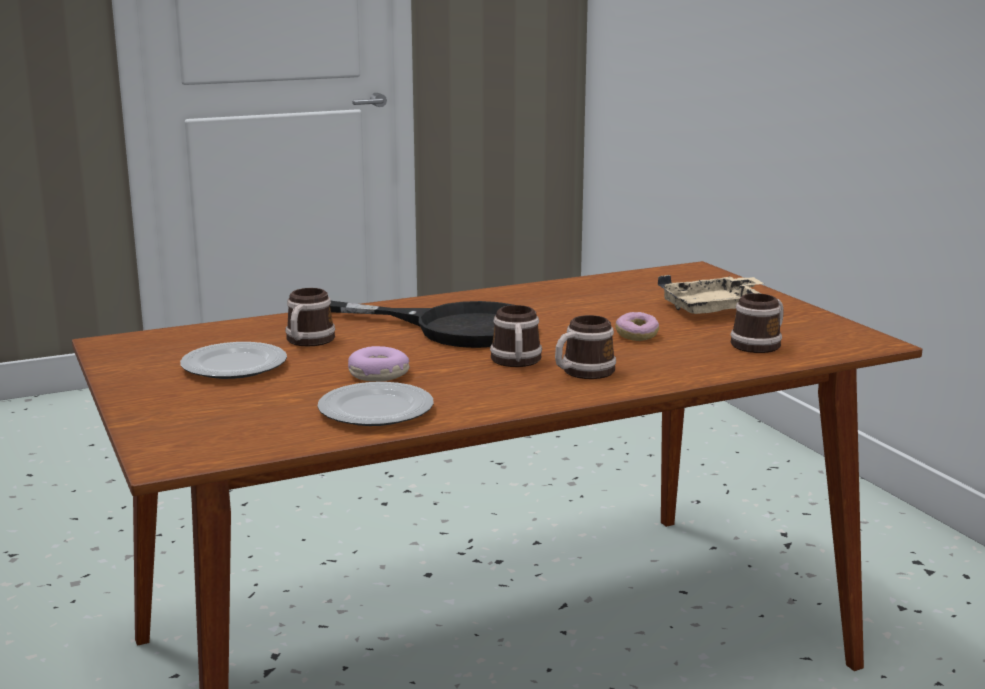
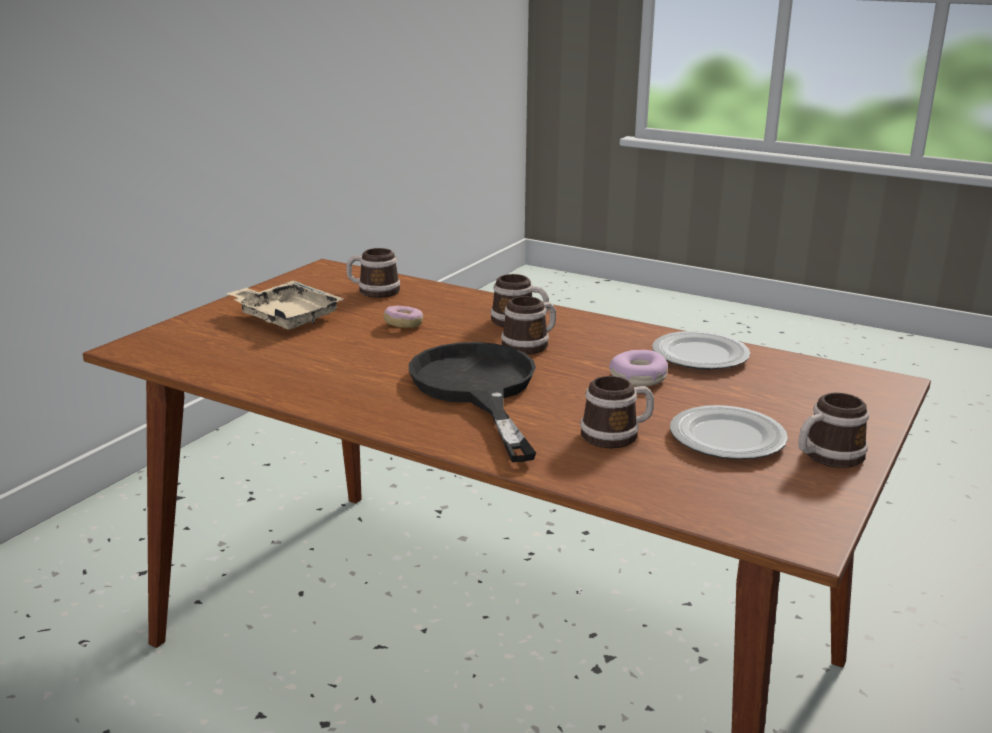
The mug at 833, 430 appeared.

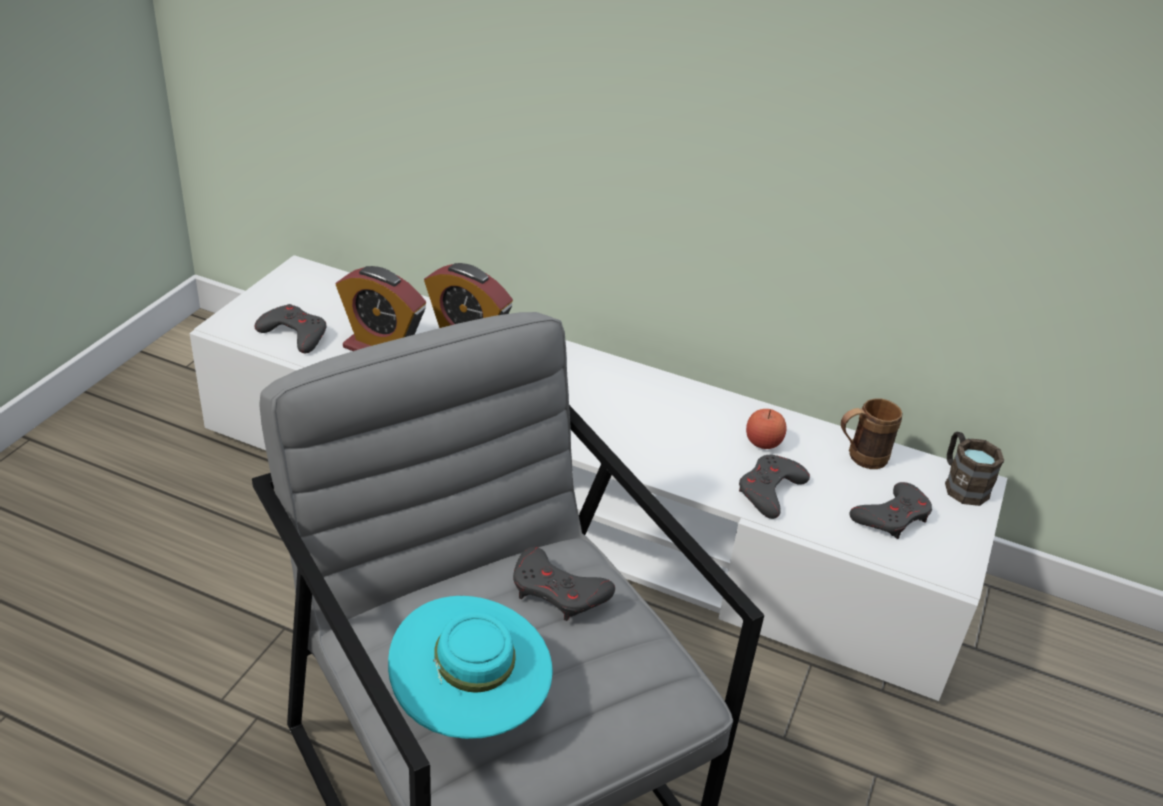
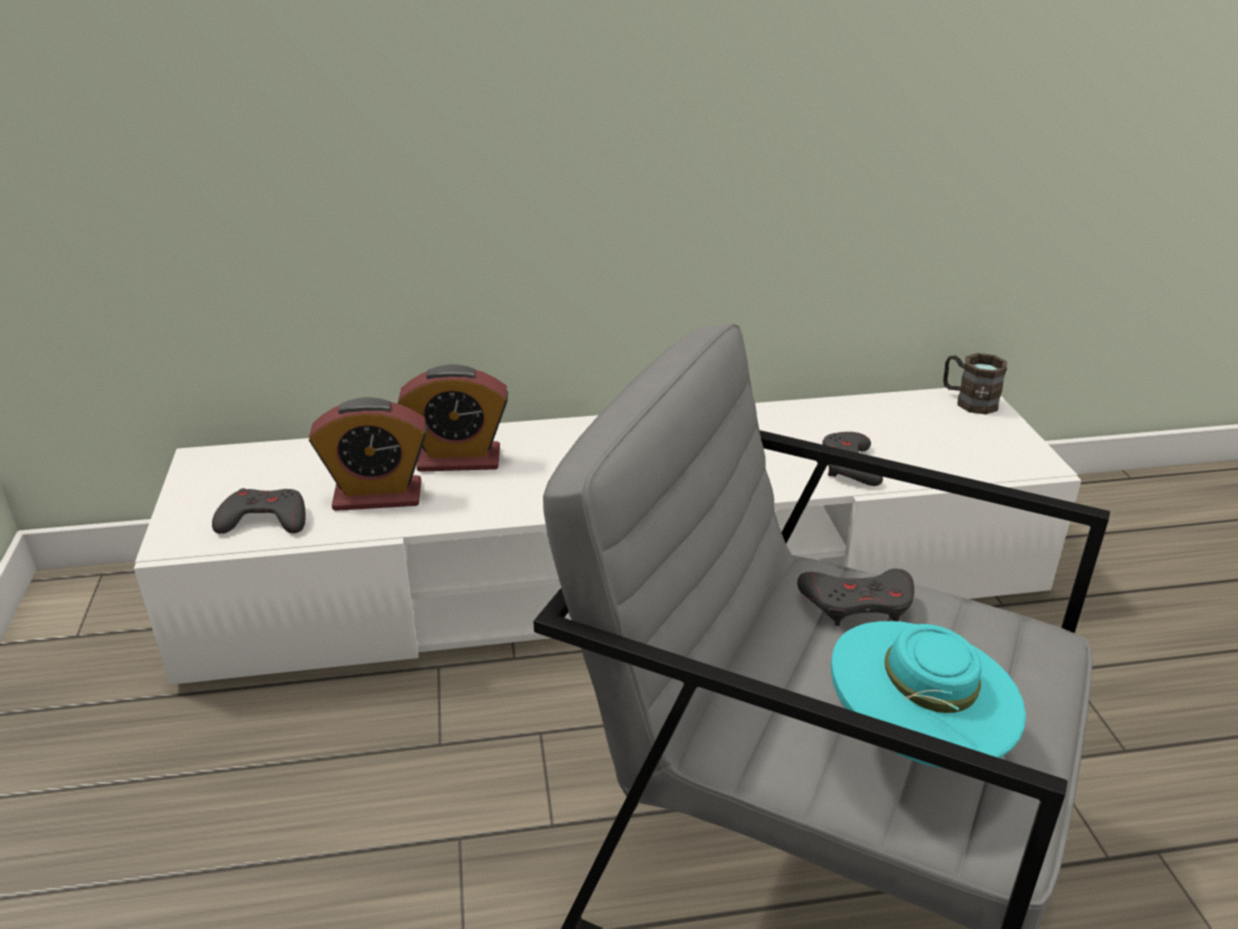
The brown mug at 872, 433 disappeared. The apple at 766, 429 disappeared. The grey game controller at 890, 510 disappeared.

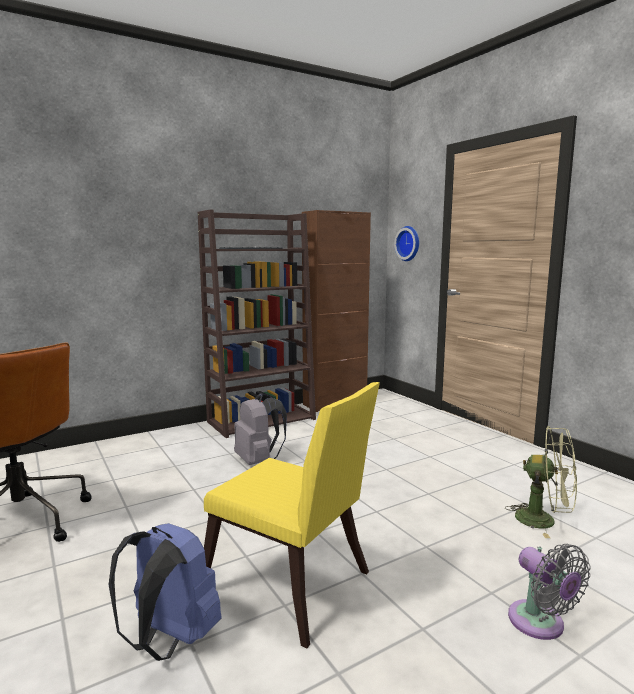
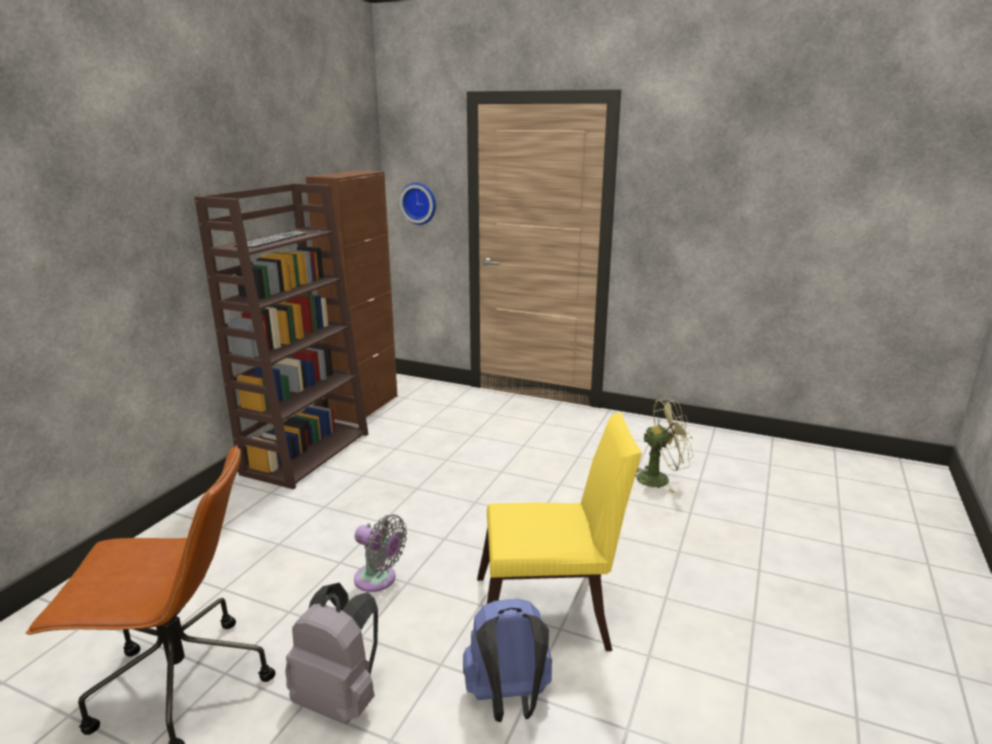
The grey backpack moved from 260, 429 to 331, 653. The grey fan moved from 549, 592 to 380, 553.

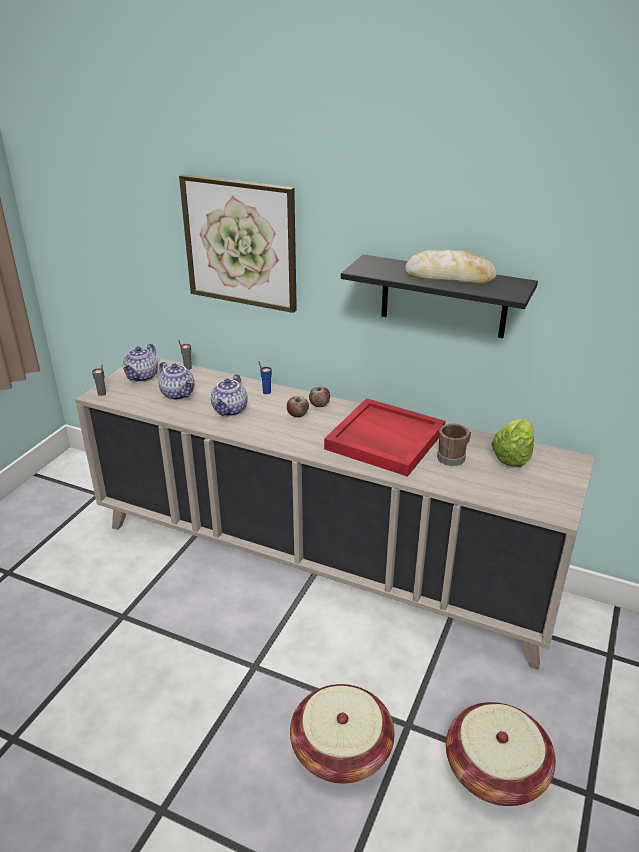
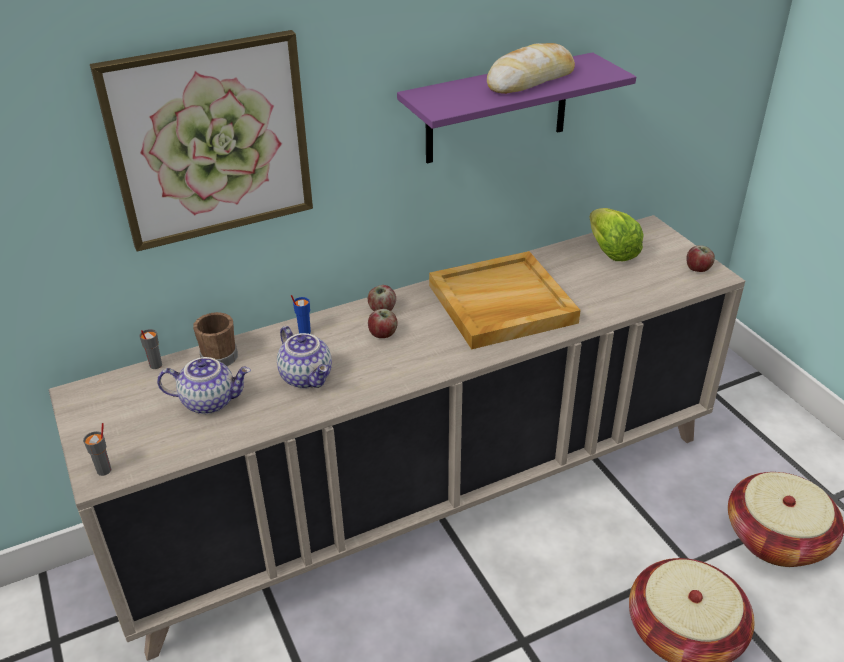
The black shelf at 439, 296 became the purple shelf at 516, 107. The teapot at 140, 363 disappeared. The red tray at 384, 437 became the beige tray at 505, 300. The brown mug moved from 454, 445 to 215, 339. The apple at 700, 258 appeared.

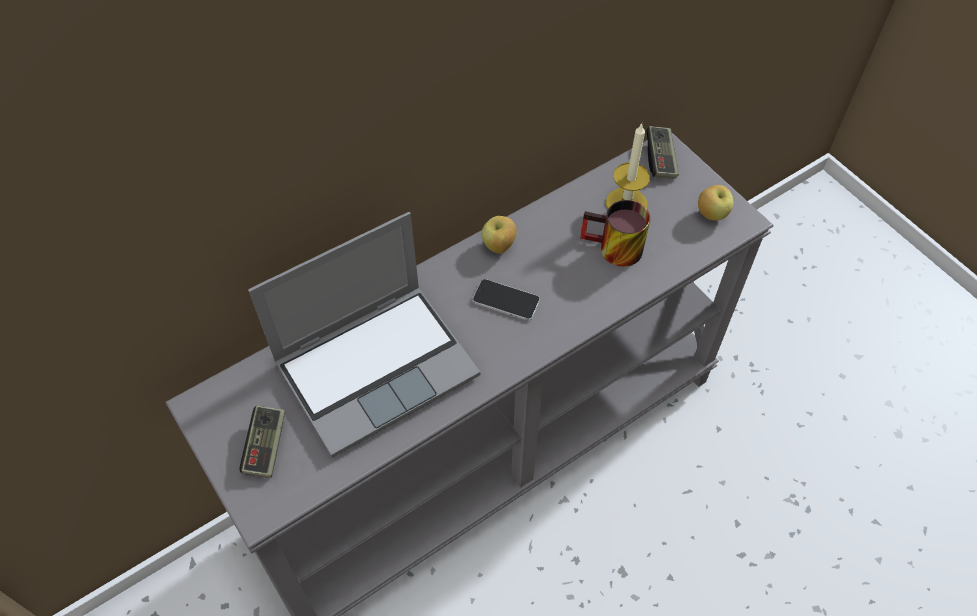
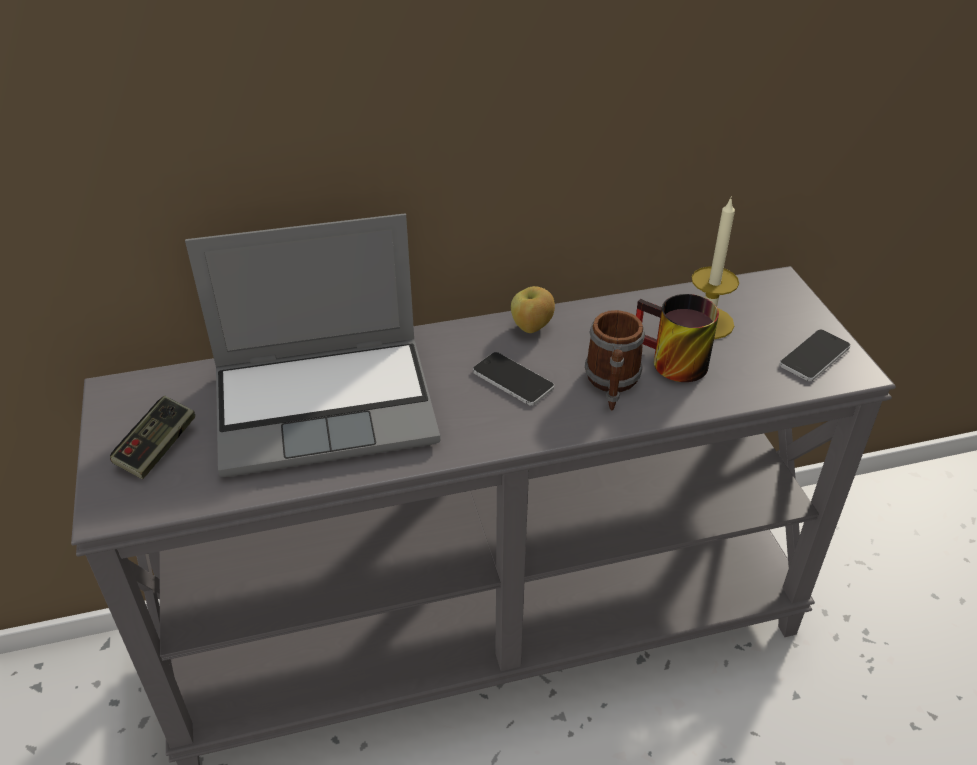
The game controller at 662, 152 disappeared. The apple at 715, 203 was replaced by the phone at 814, 355. The mug at 615, 360 appeared.

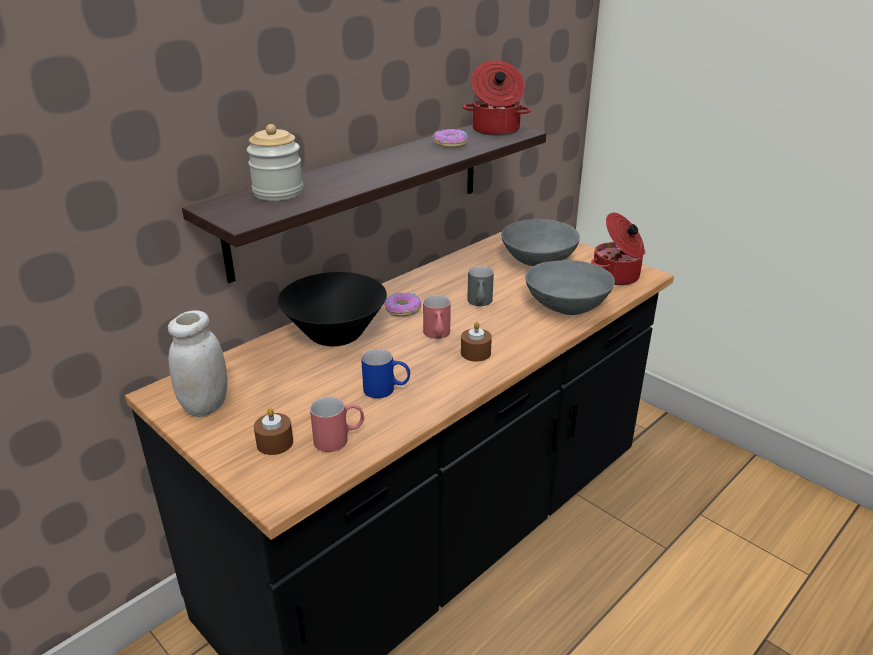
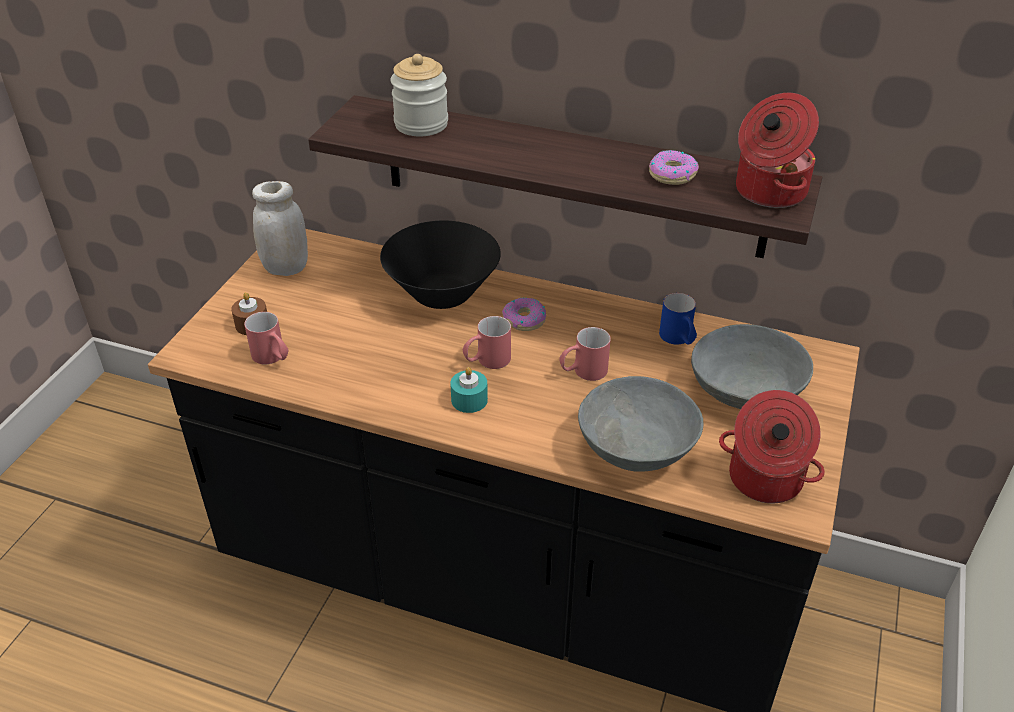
The grey mug at 480, 286 became the red mug at 585, 354. The brown candle at 476, 342 became the turquoise candle at 469, 390. The blue mug moved from 385, 373 to 678, 319.

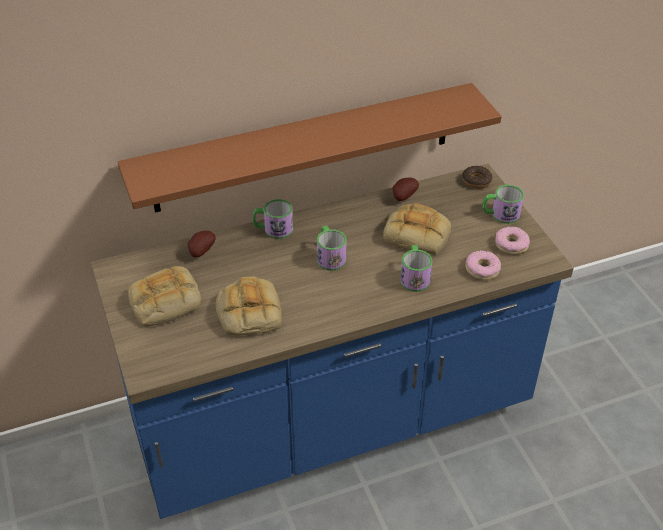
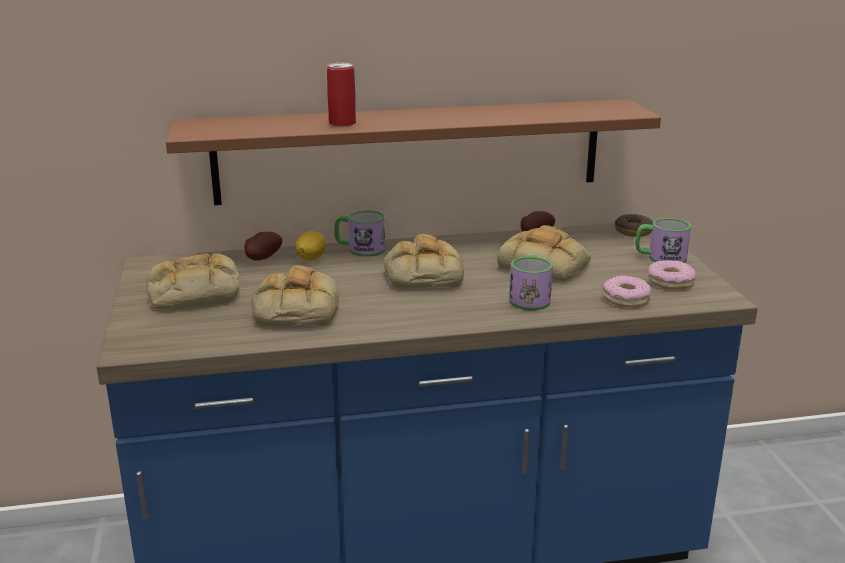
The mug at 332, 248 was replaced by the bread at 424, 261. The can at 341, 95 appeared. The lemon at 310, 245 appeared.

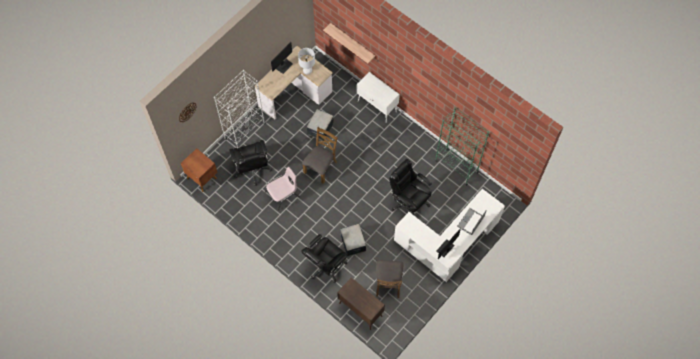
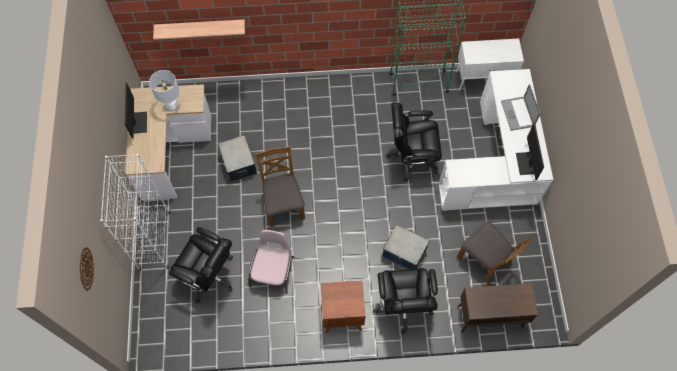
The white cabinet moved from 378, 97 to 490, 64. The brown nightstand moved from 199, 170 to 343, 307.

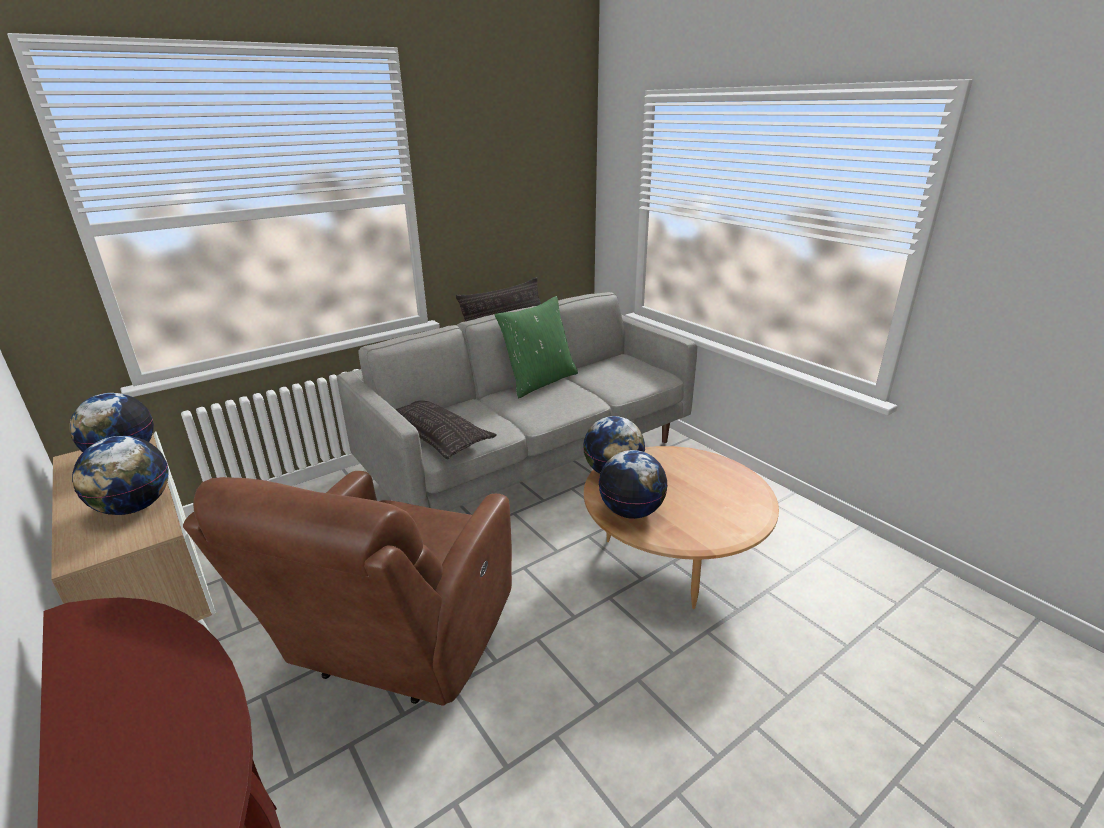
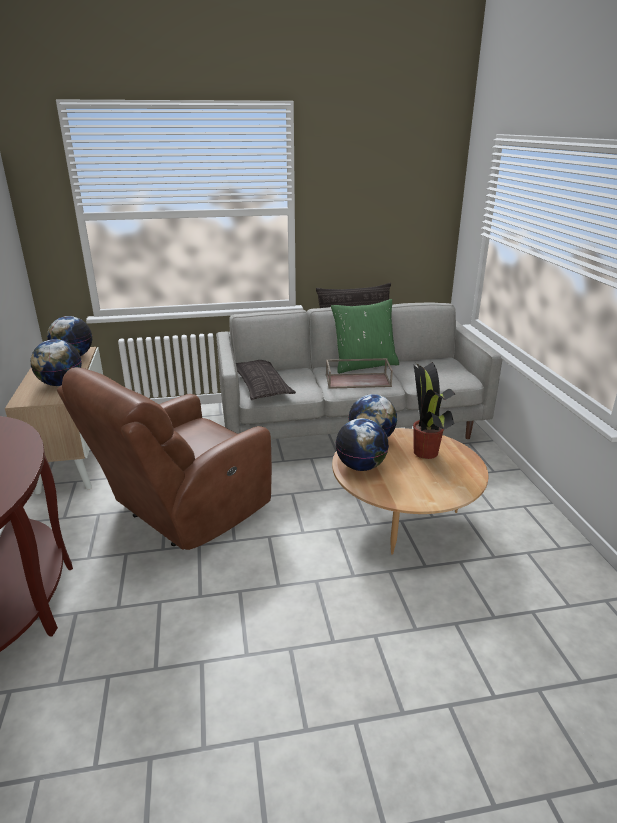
The brown tray at 359, 373 appeared. The potted plant at 434, 410 appeared.

